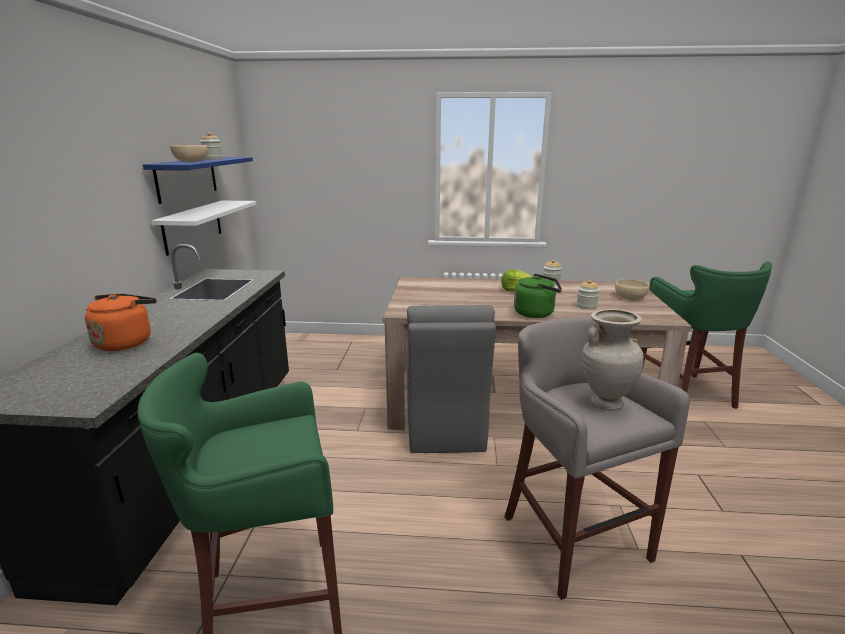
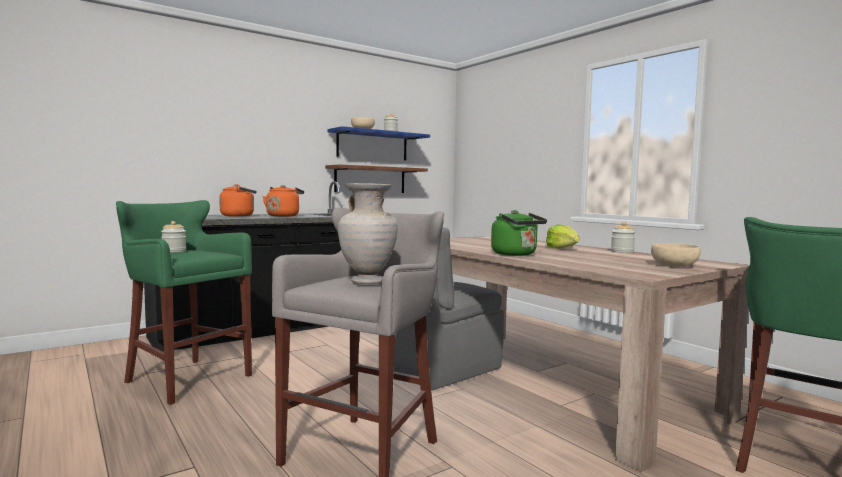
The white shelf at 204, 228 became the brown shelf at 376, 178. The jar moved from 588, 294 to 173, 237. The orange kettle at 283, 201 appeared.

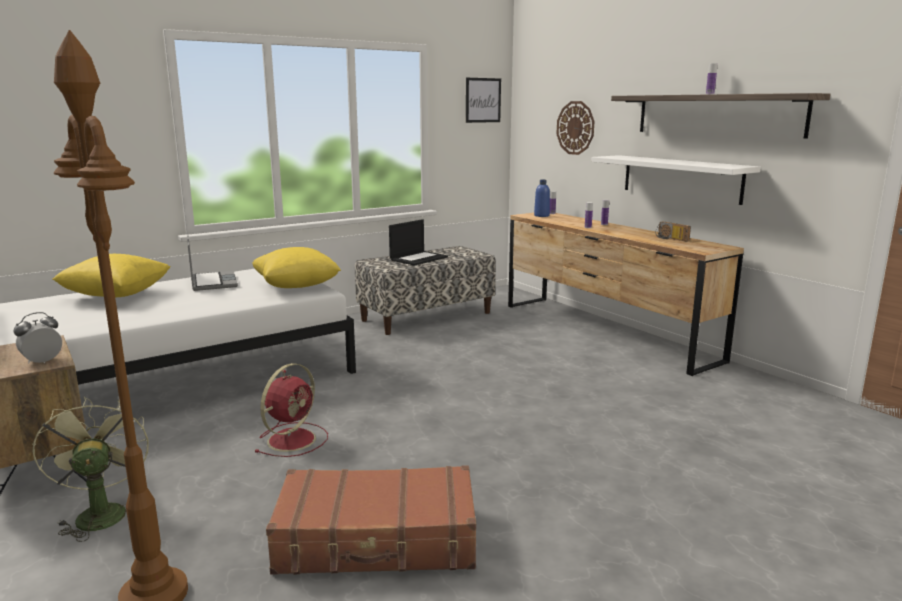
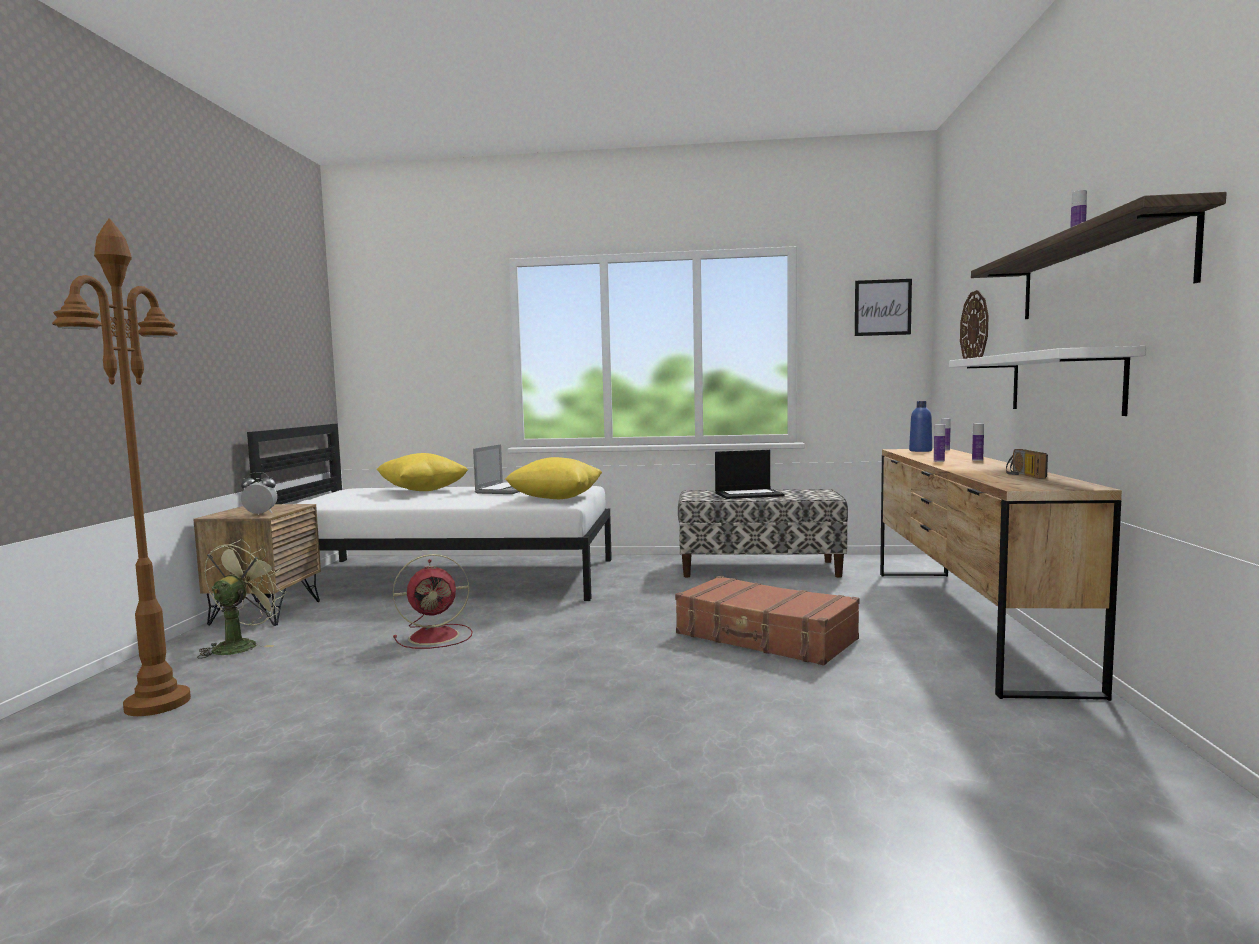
The brown suitcase moved from 371, 520 to 767, 620.

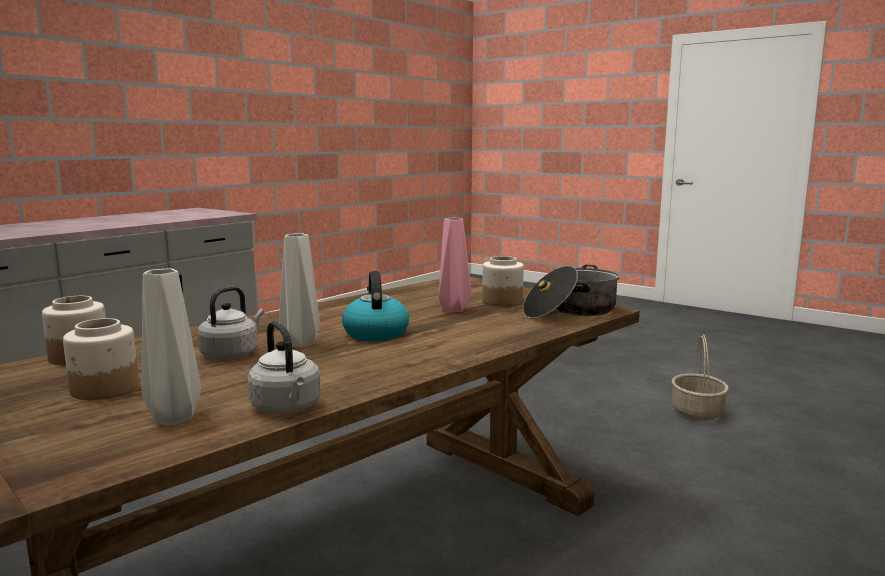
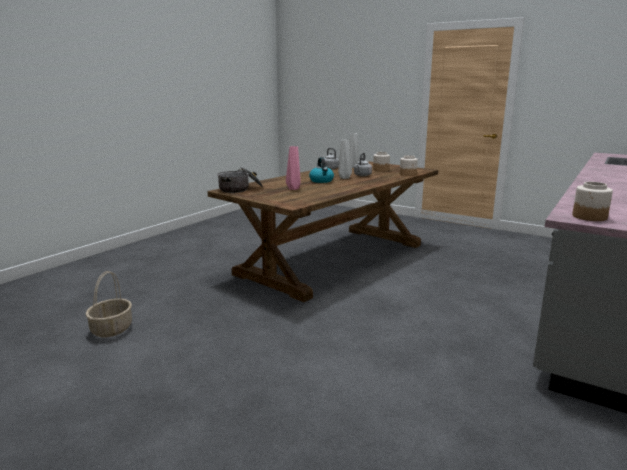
The jar moved from 503, 281 to 592, 201.

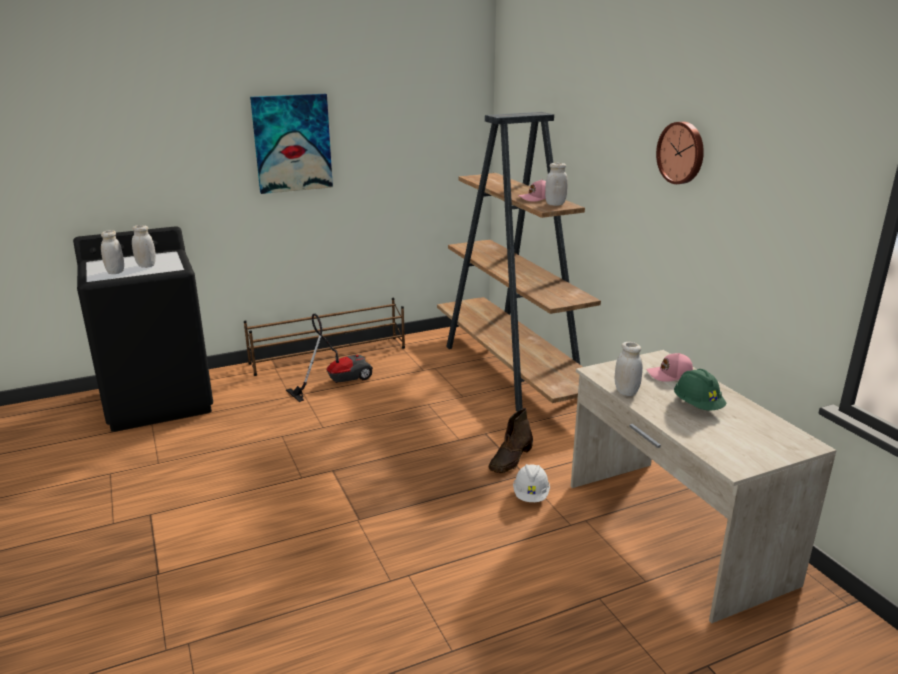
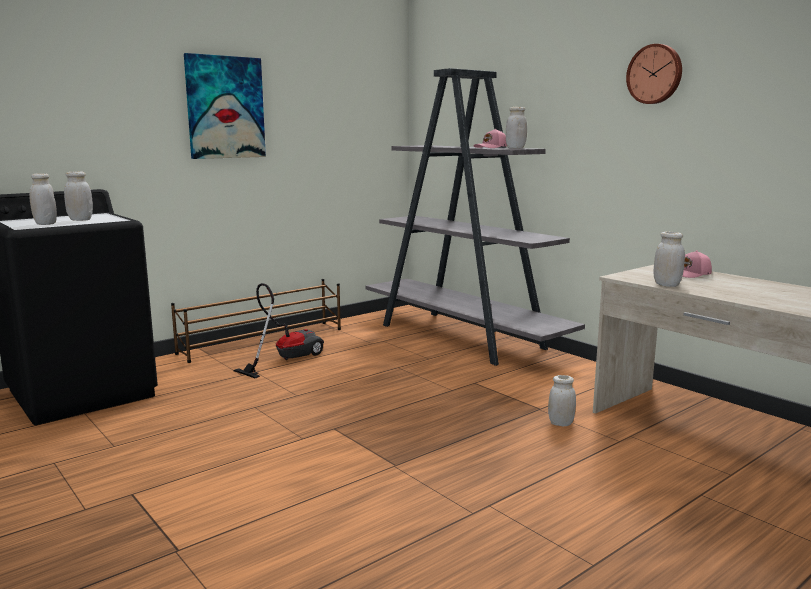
The brown bookcase at 519, 261 became the grey bookcase at 475, 217. The green hard hat at 700, 389 disappeared. The brown boot at 511, 440 disappeared. The white hard hat at 531, 483 was replaced by the white jar at 562, 400.

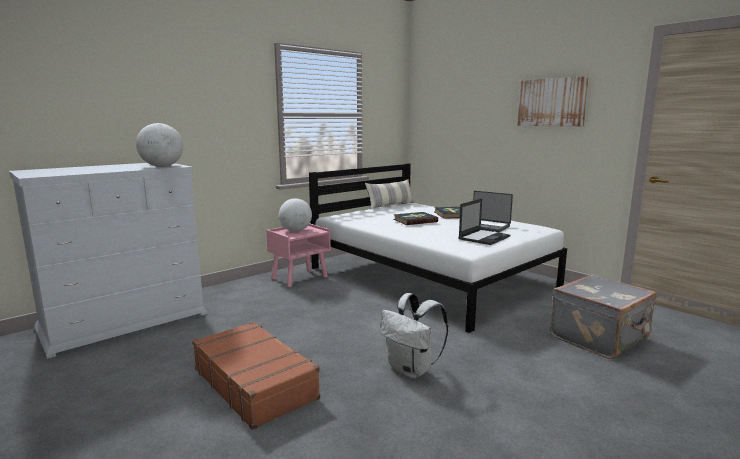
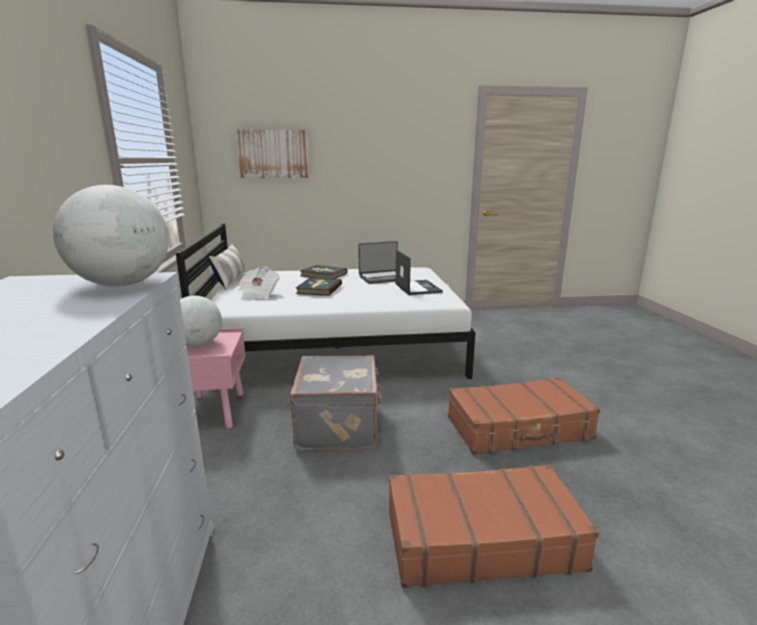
The picture moved from 553, 101 to 273, 154. The grey suitcase moved from 603, 316 to 336, 403. The white backpack at 414, 336 was replaced by the brown suitcase at 524, 416. The newspaper at 259, 284 appeared.

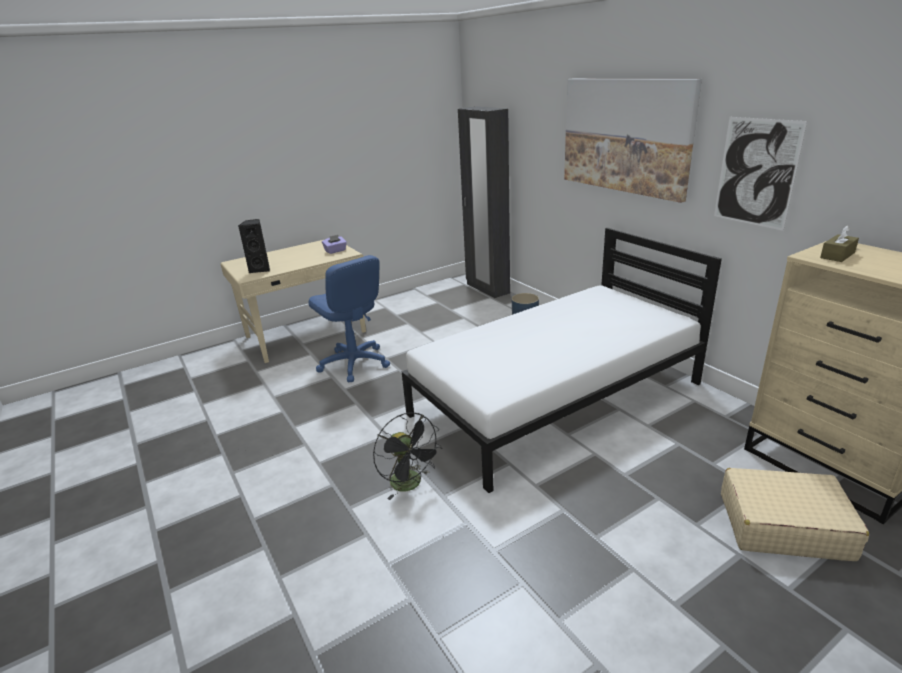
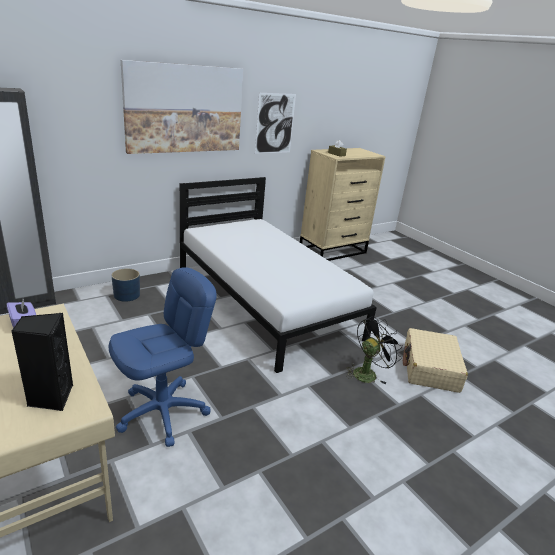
The beige suitcase moved from 795, 514 to 435, 360.

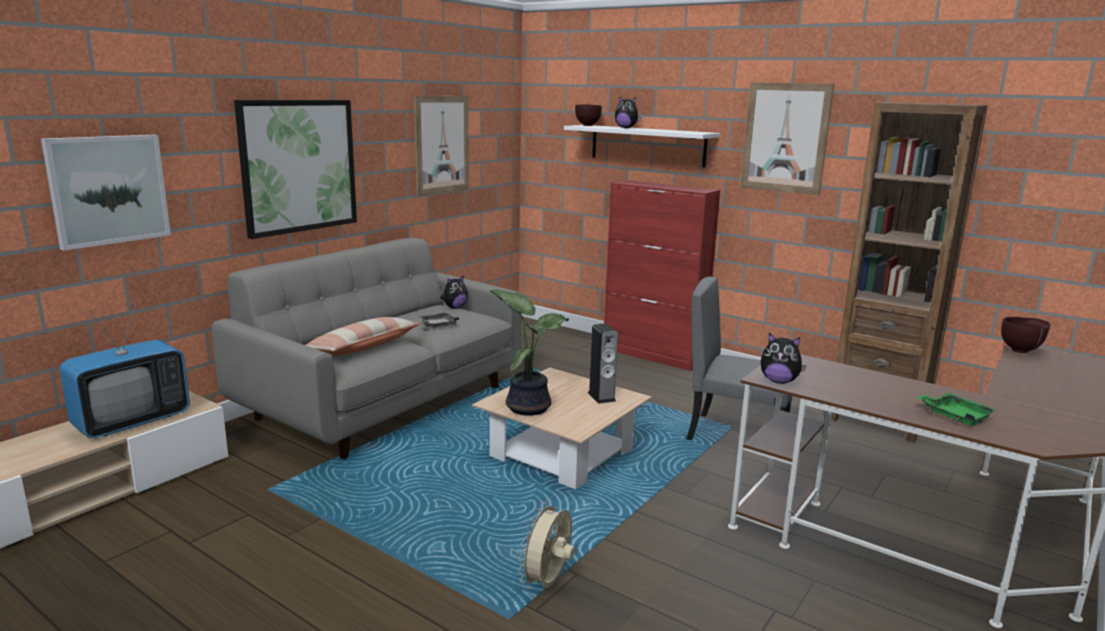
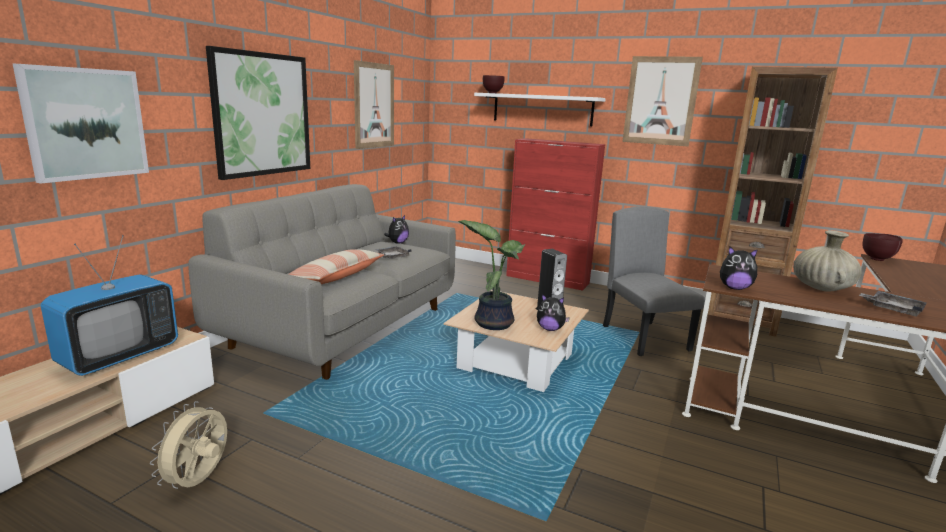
The plush toy moved from 628, 112 to 553, 312. The grey chair at 739, 358 turned 60 degrees clockwise. The green tray at 956, 409 became the grey tray at 893, 304. The beige fan moved from 546, 544 to 188, 445. The beige vase at 827, 261 appeared.

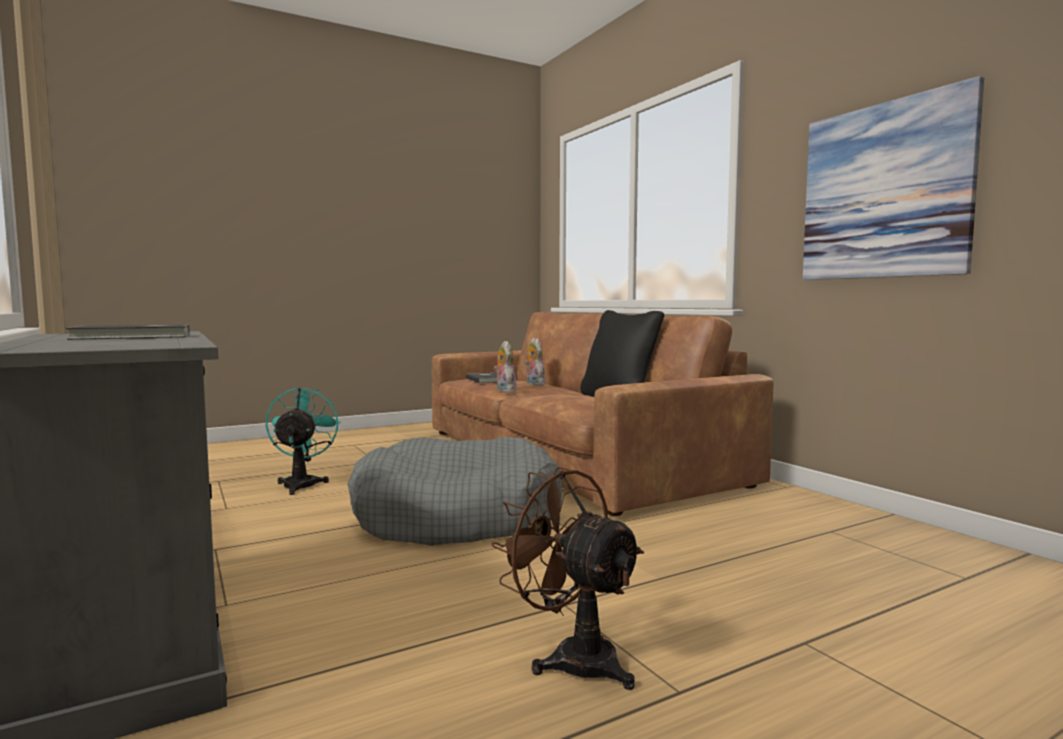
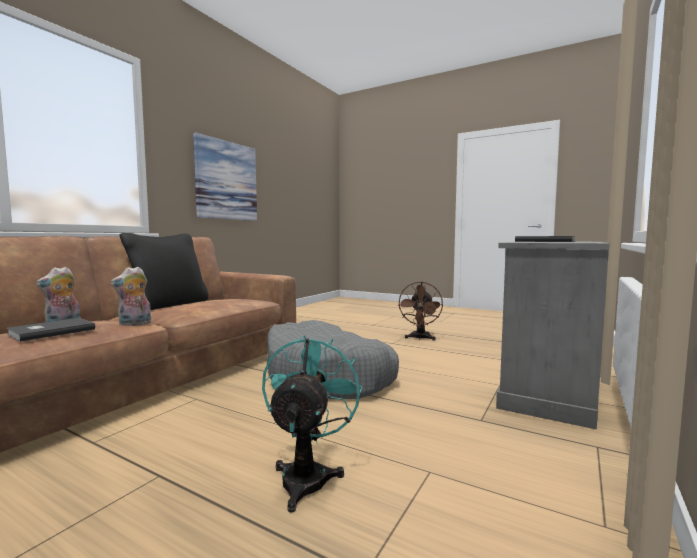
The turquoise fan at 303, 441 turned 135 degrees clockwise.

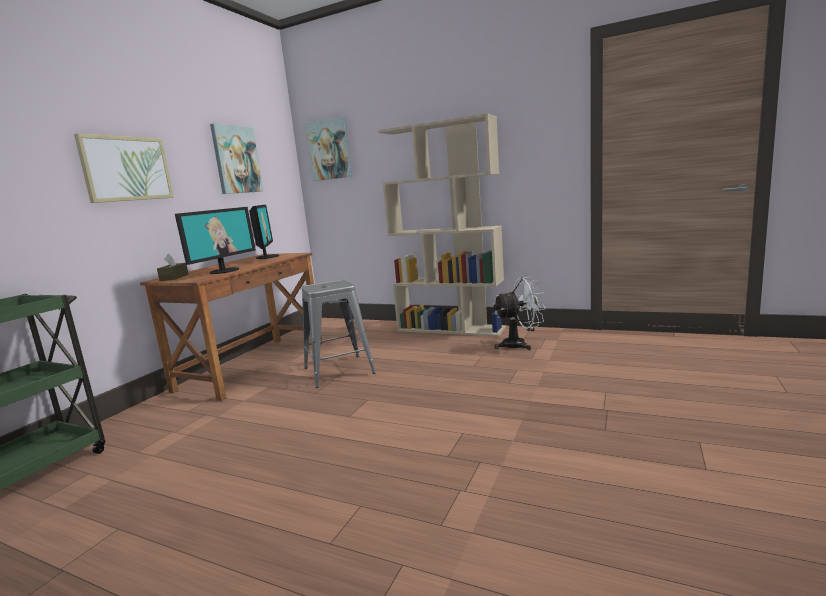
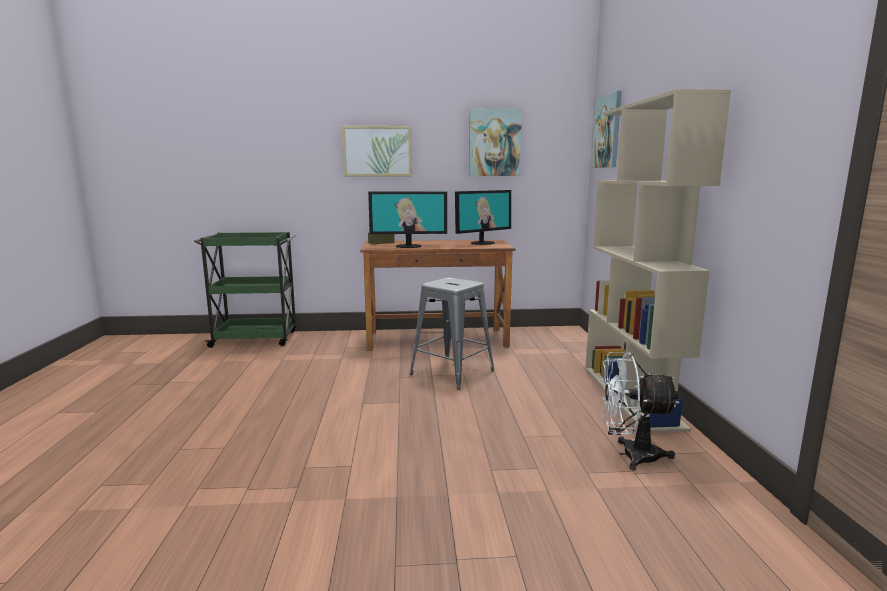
The white fan at 519, 313 turned 135 degrees clockwise.

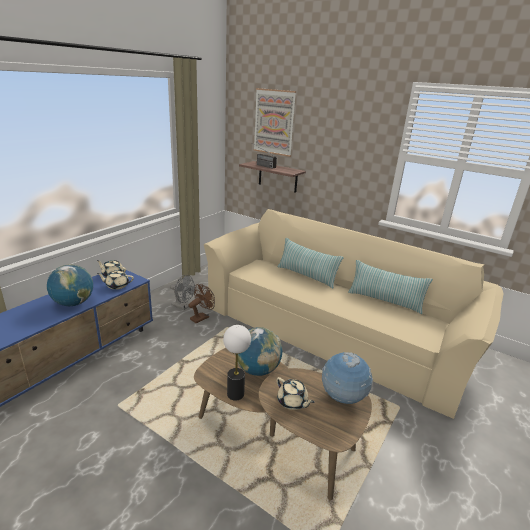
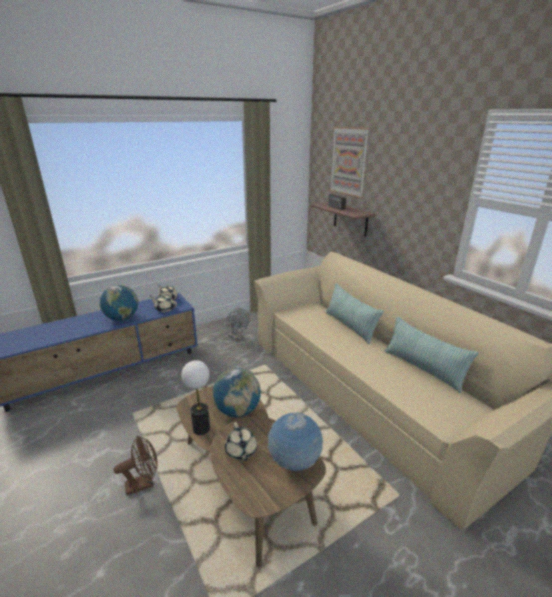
The brown fan moved from 202, 303 to 136, 465.

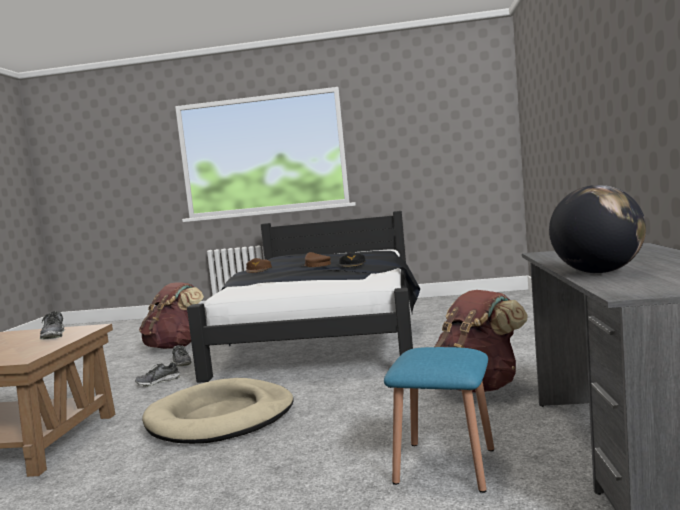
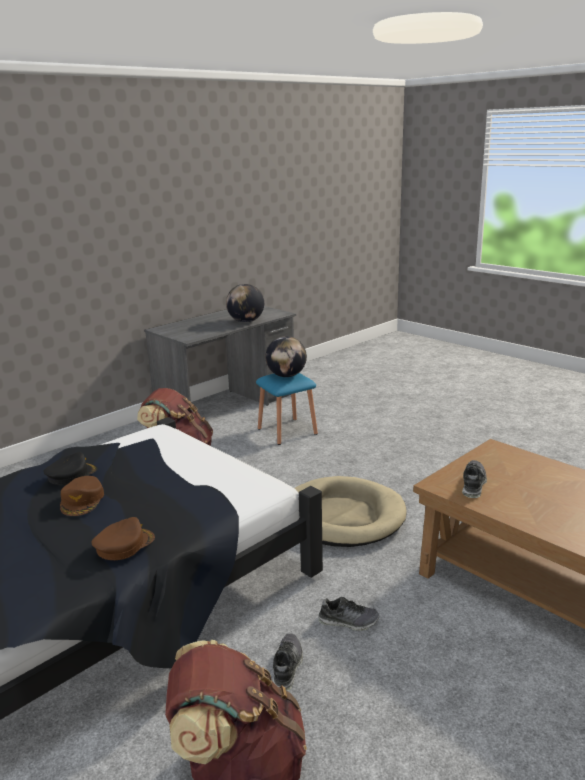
The globe at 286, 356 appeared.

